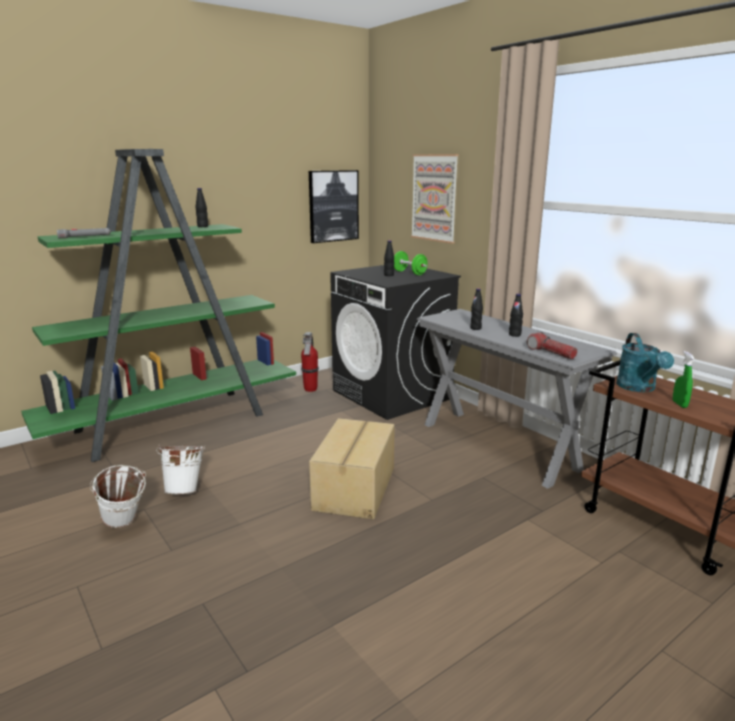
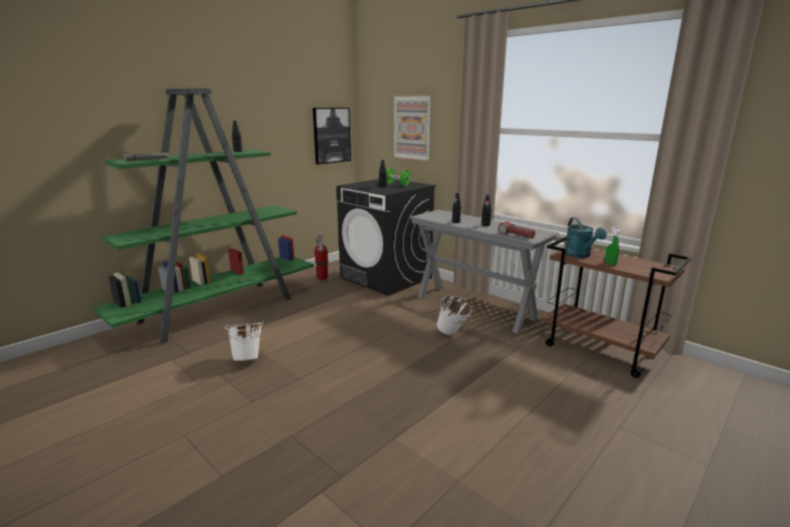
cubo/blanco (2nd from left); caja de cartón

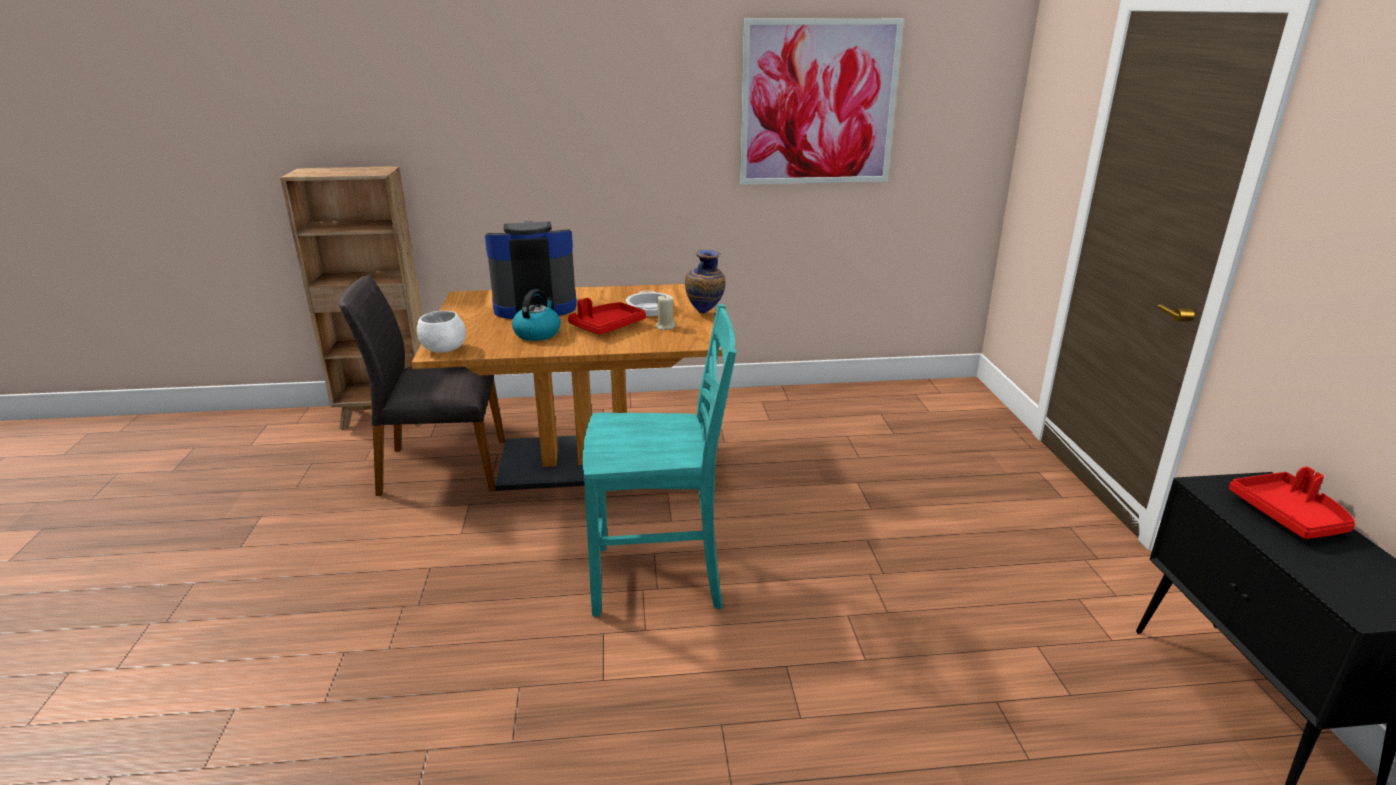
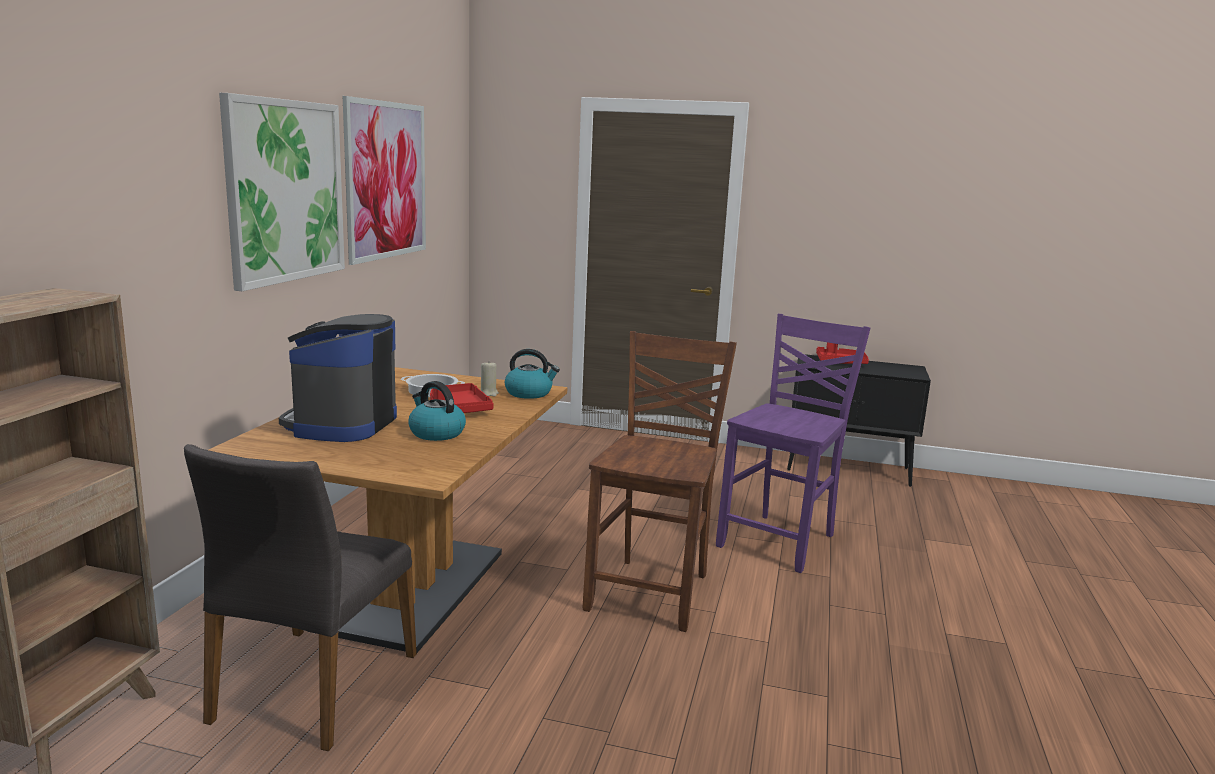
cuenco/blanco; silla/marrón; florero; cuadro (1st from left); hervidor (2nd from left); silla/morado

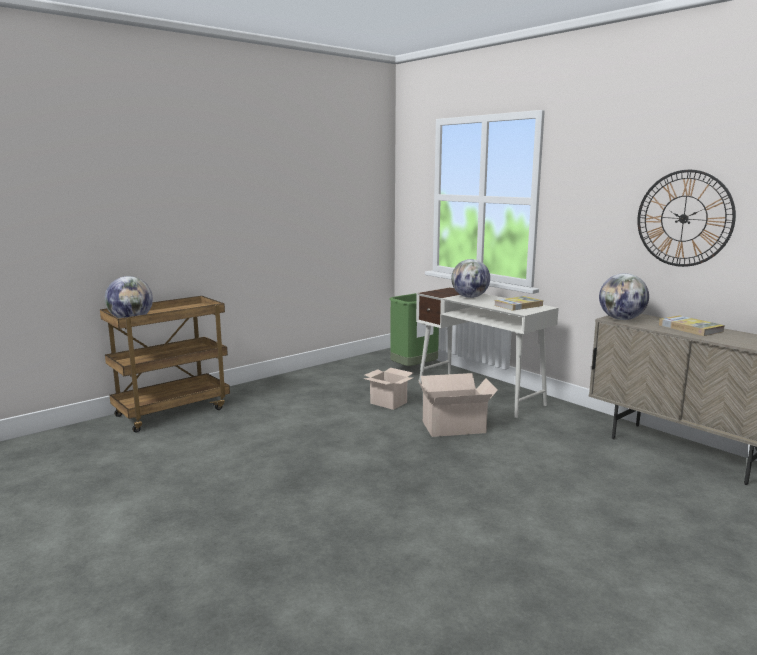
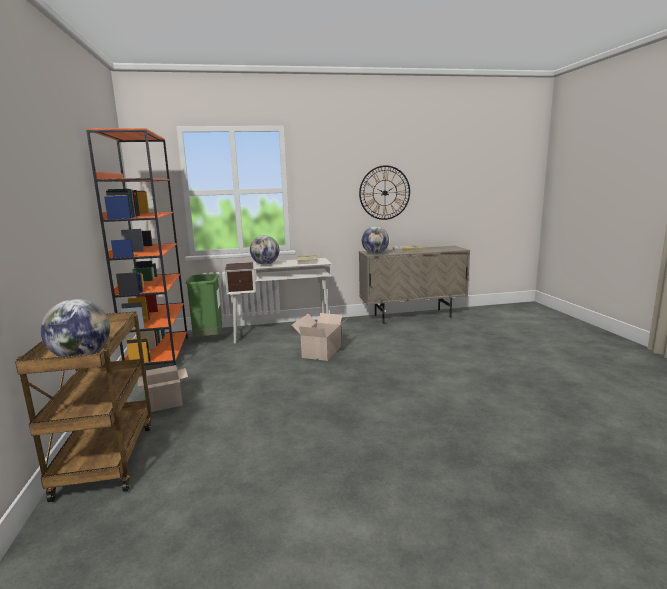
caja de cartón (1st from left); estantería/naranja

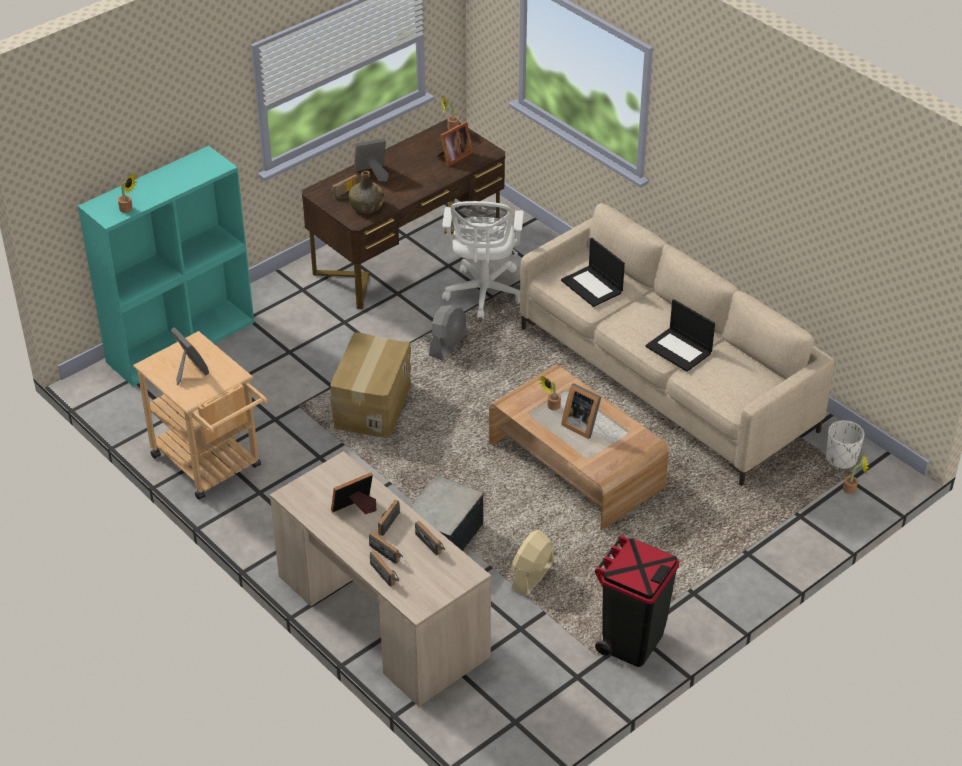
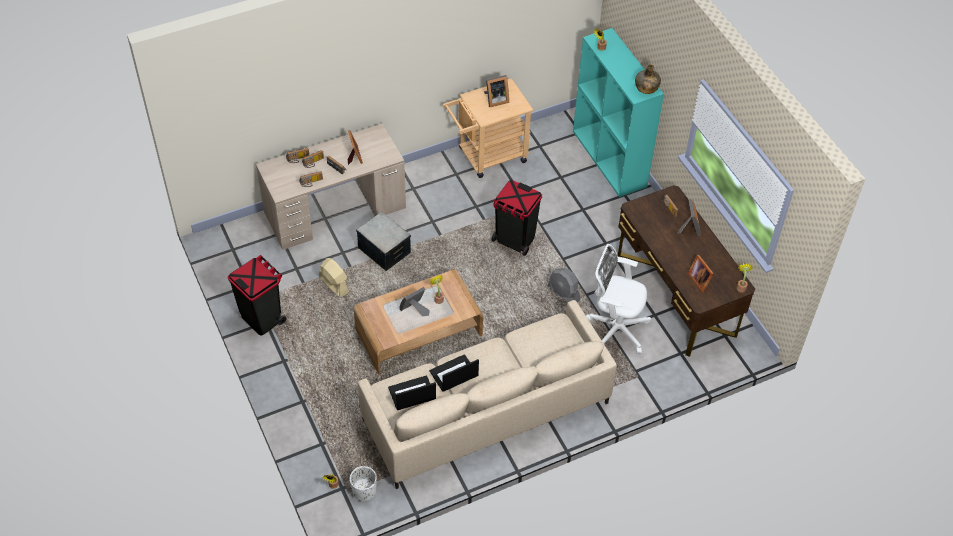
papelera/negro (2nd from left); botella/verde; portátil (1st from left)

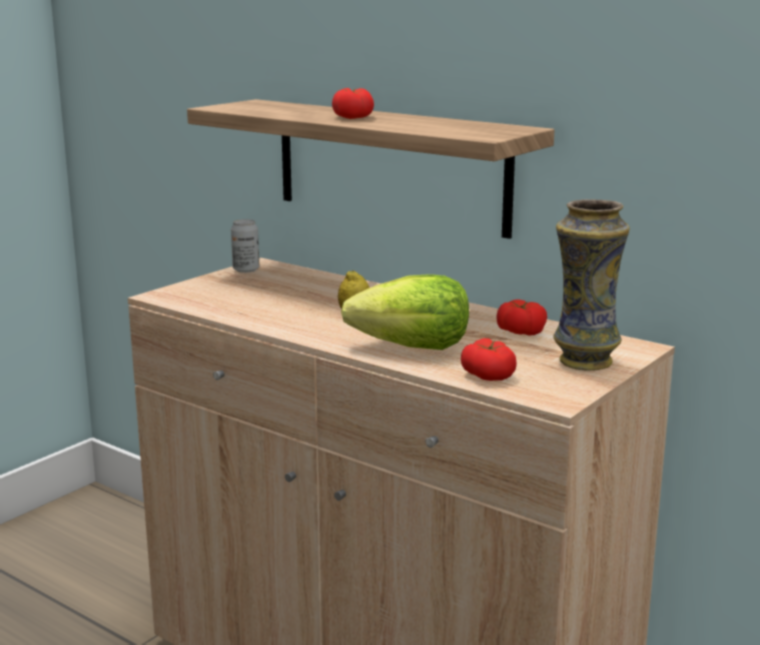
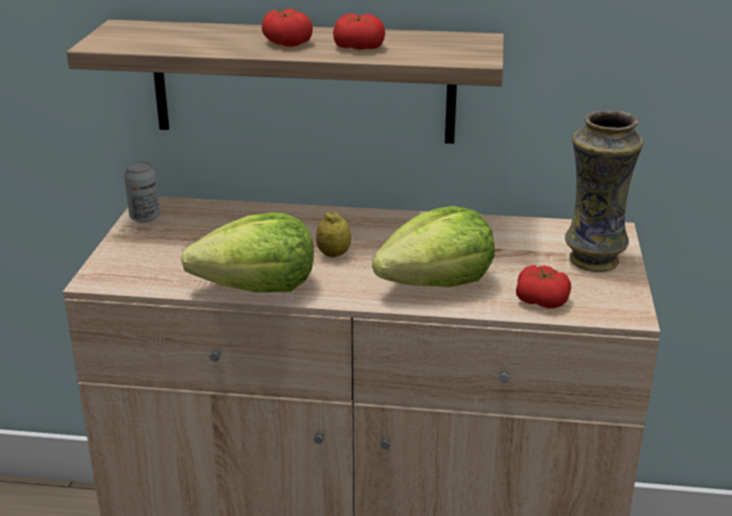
tomate (2nd from left); lechuga (1st from left)

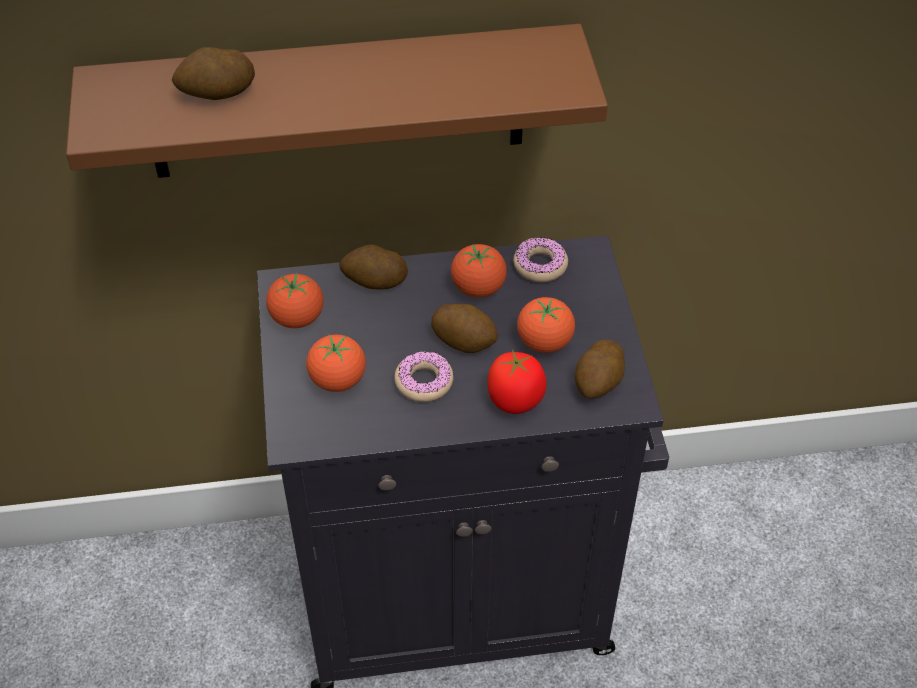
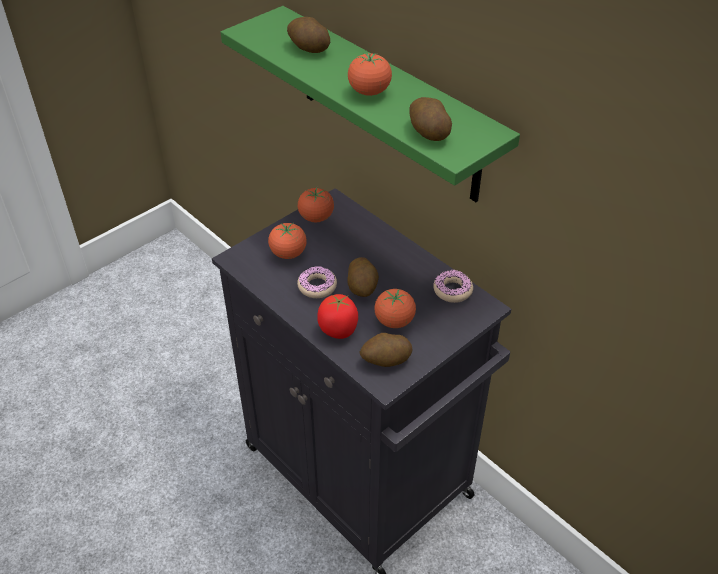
estante/verde; patata (4th from left); tomate (4th from left)

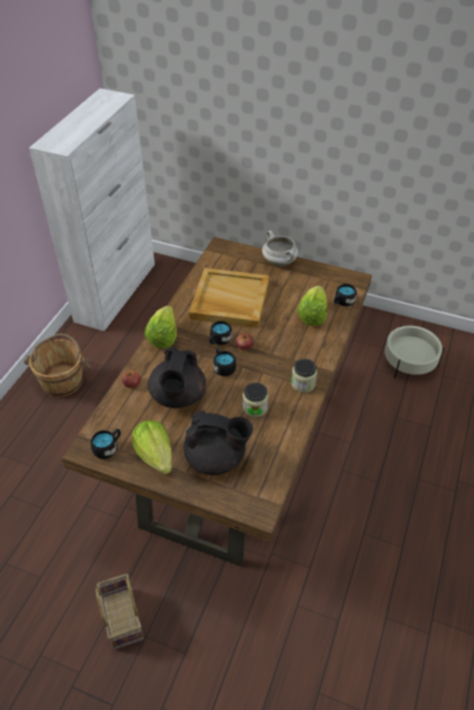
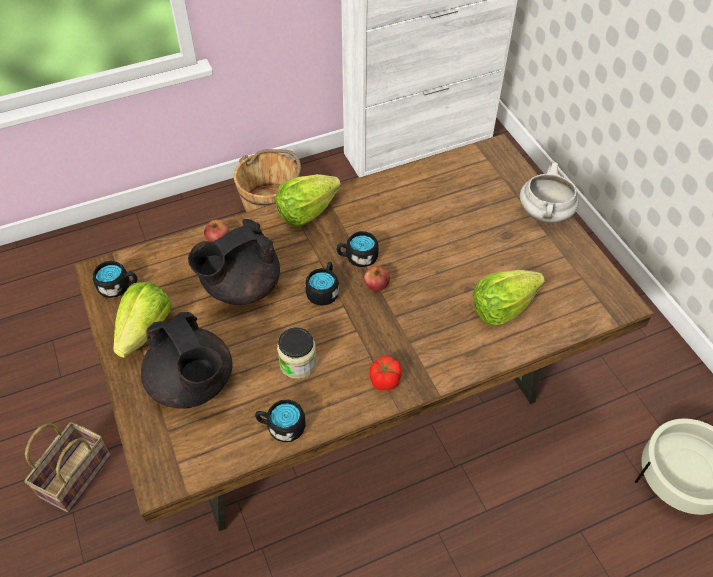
bandeja/beis; tomate; taza grande/negro (2nd from left)

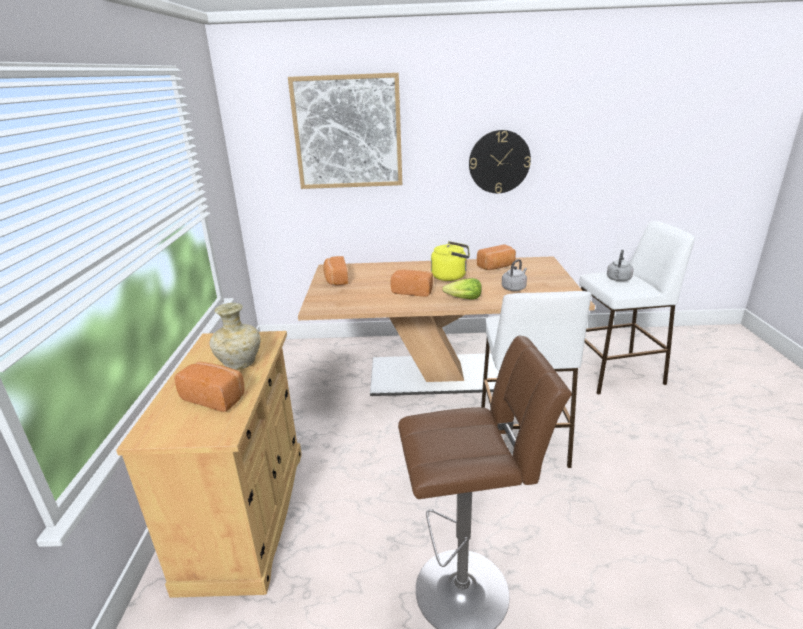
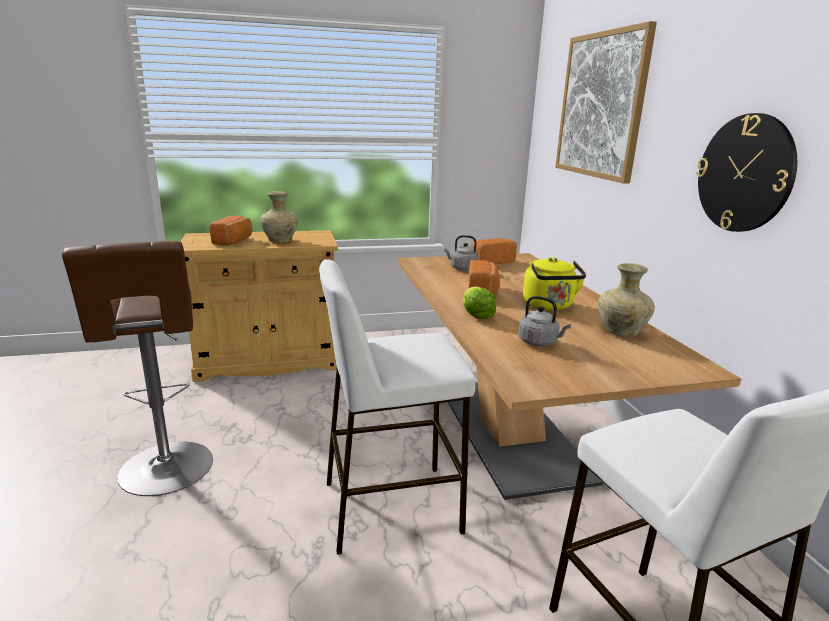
florero/beis (2nd from left); hervidor/gris (1st from left)

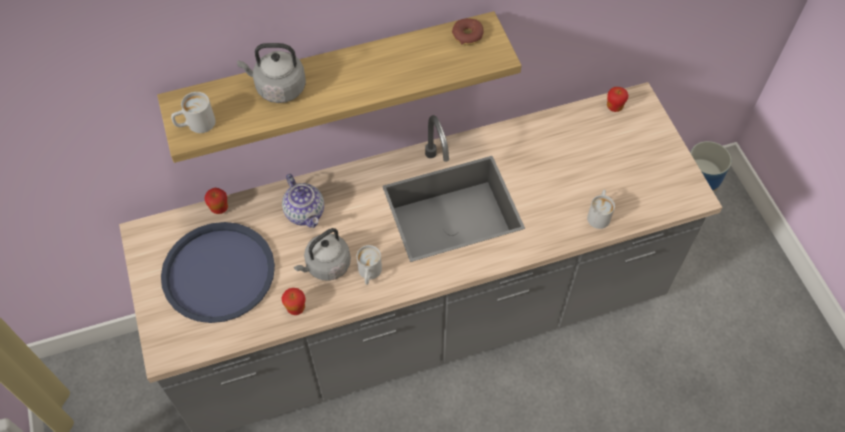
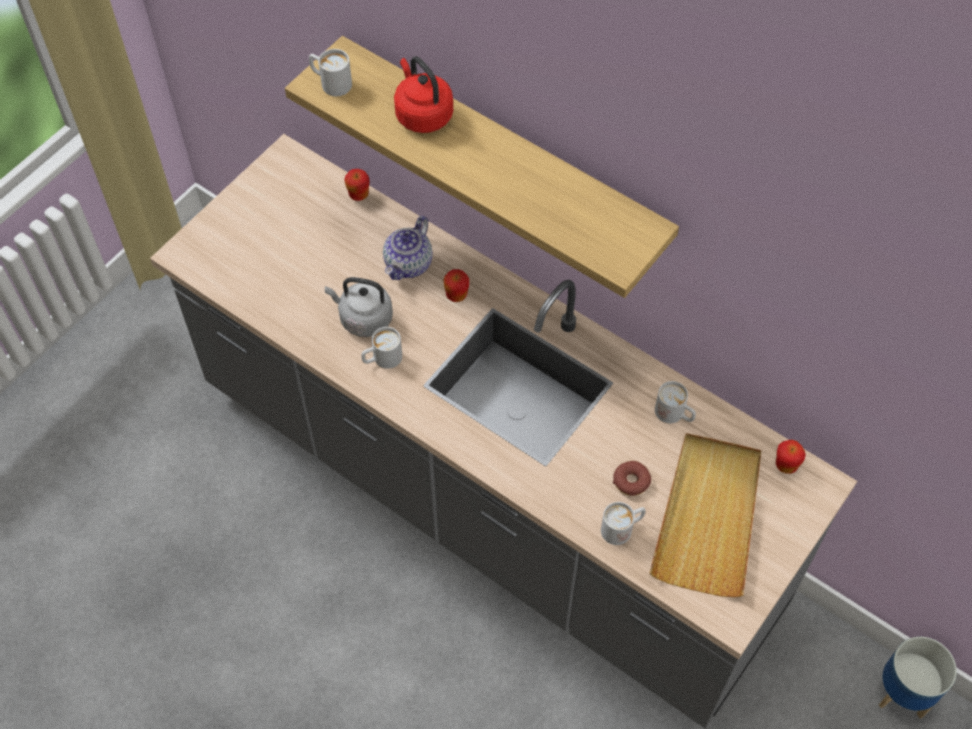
bandeja/azul; hervidor/rojo; manzana (2nd from left); rosquilla; bandeja/beis; taza grande/blanco (4th from left)

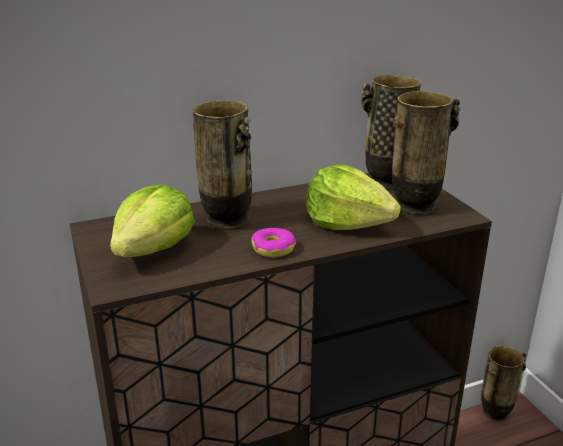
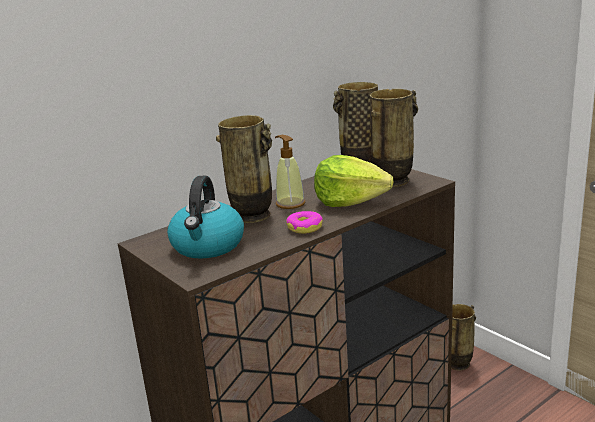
hervidor; dispensador de jabón

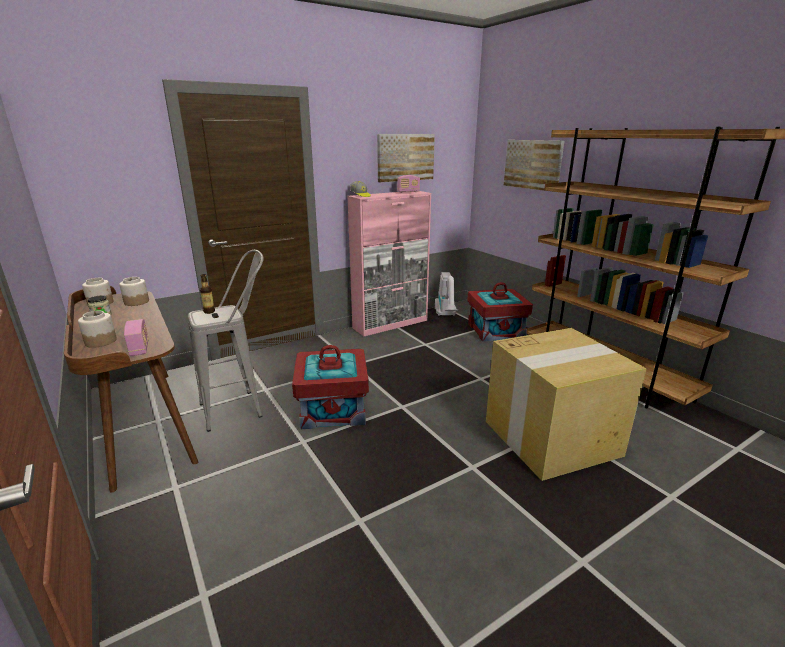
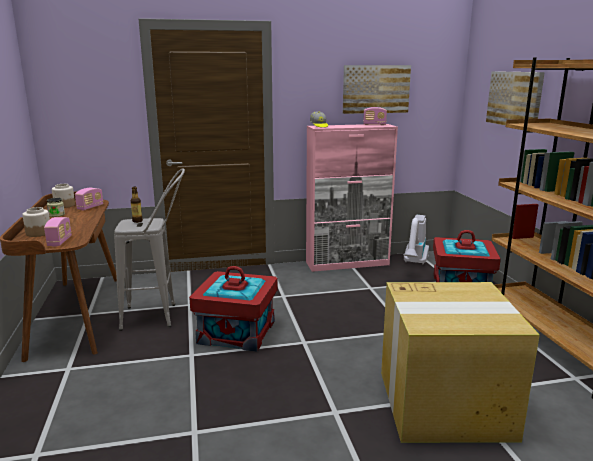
radio (2nd from left)

